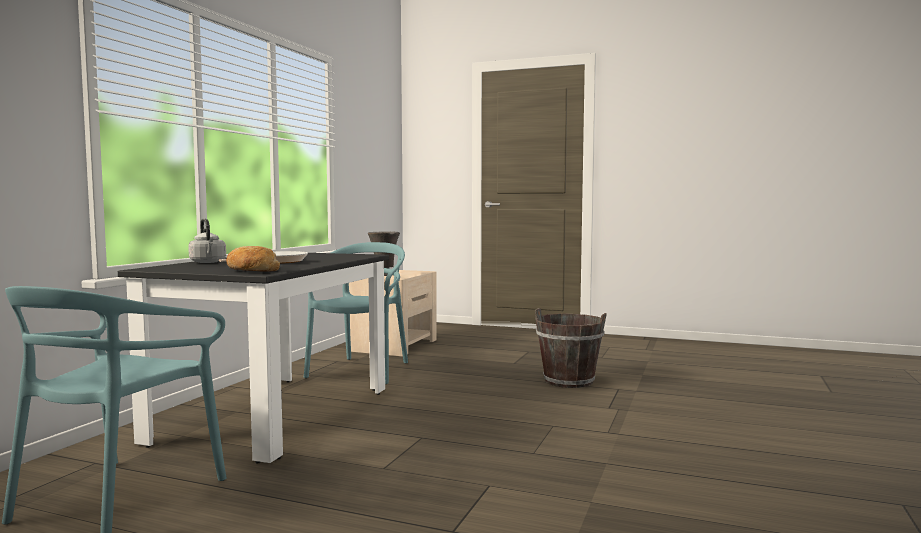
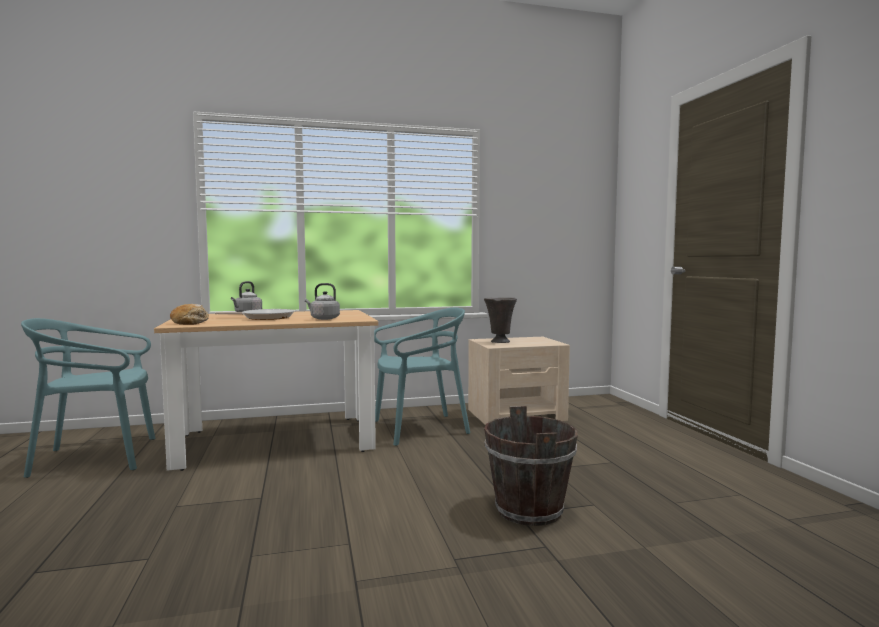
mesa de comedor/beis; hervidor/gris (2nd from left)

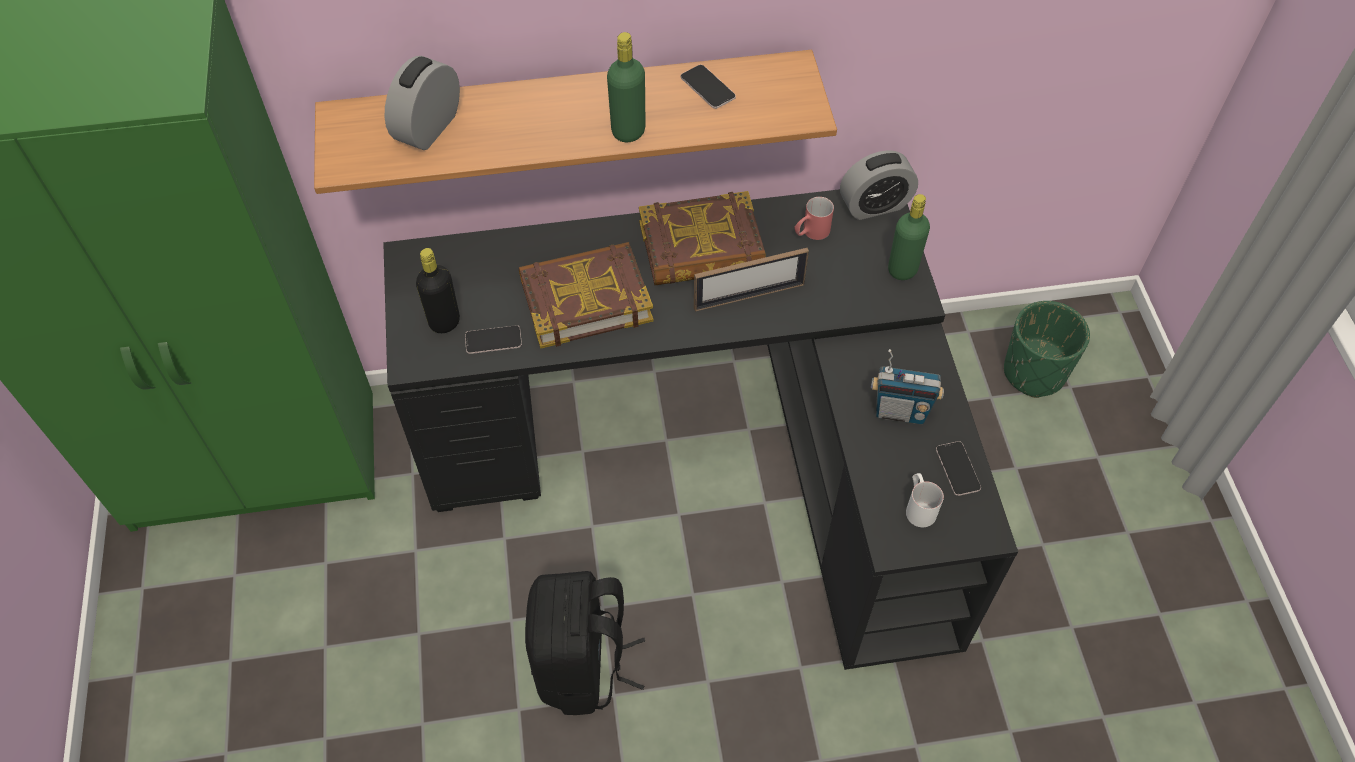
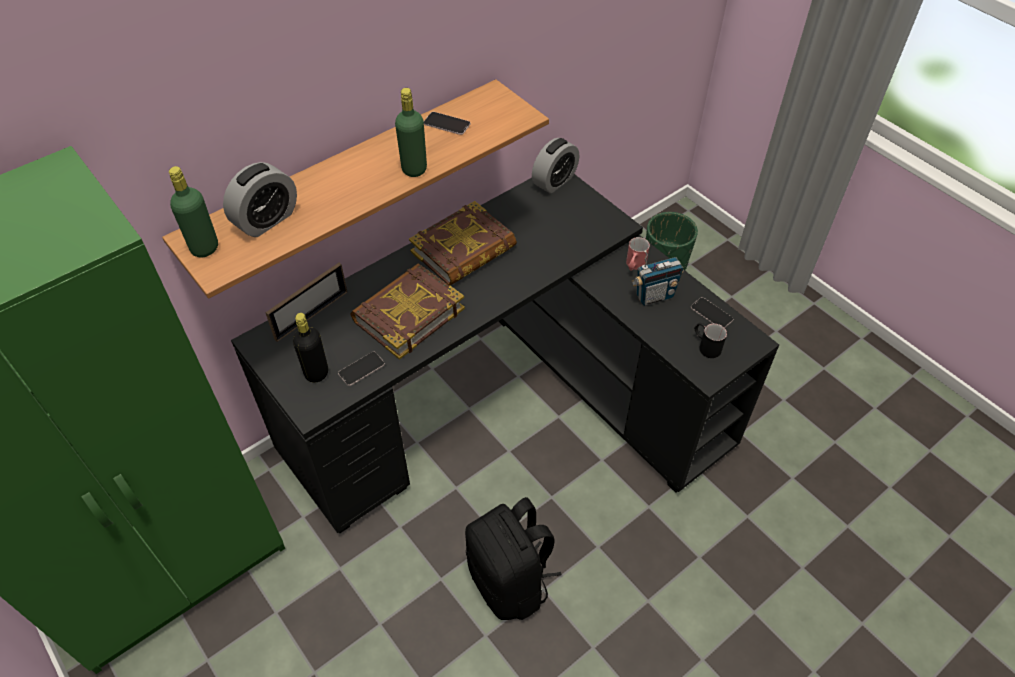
despertador (1st from left); portarretratos; taza grande/rojo; botella/verde (1st from left); taza grande/negro

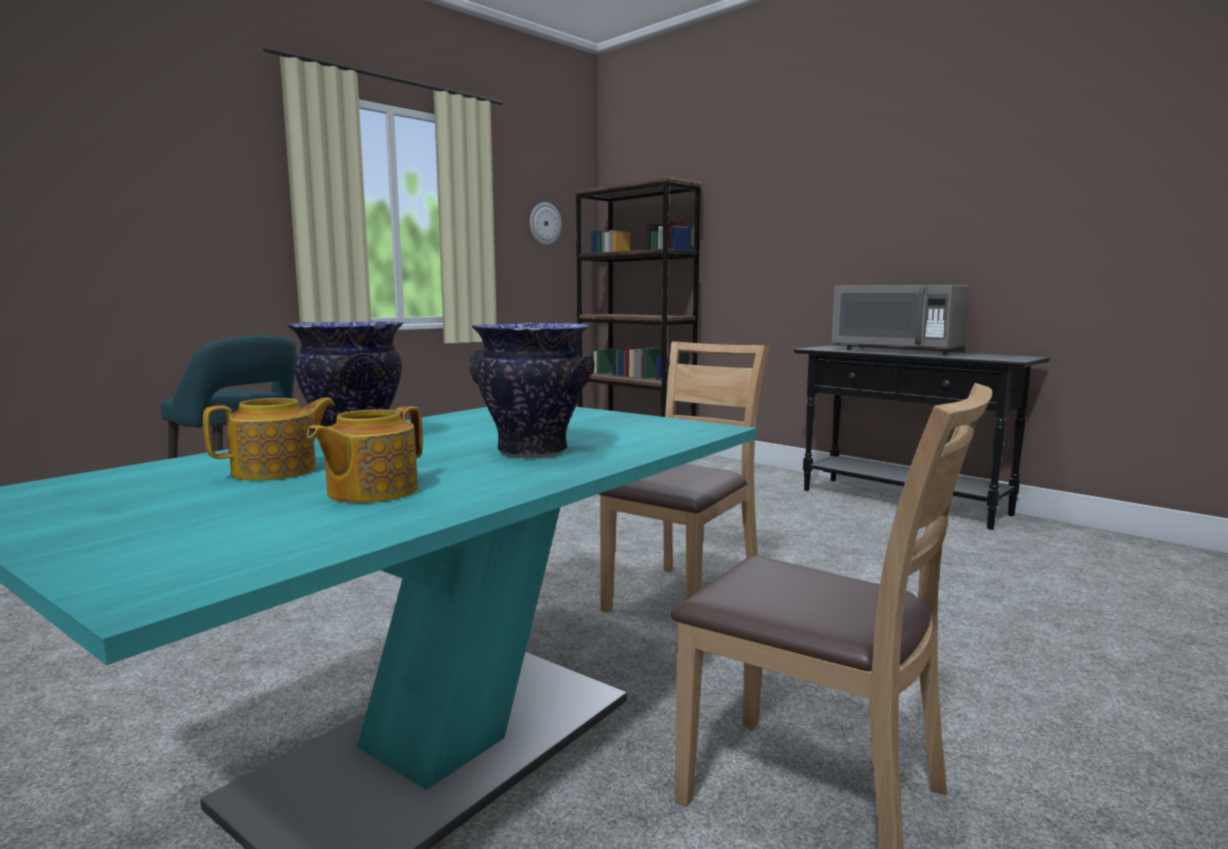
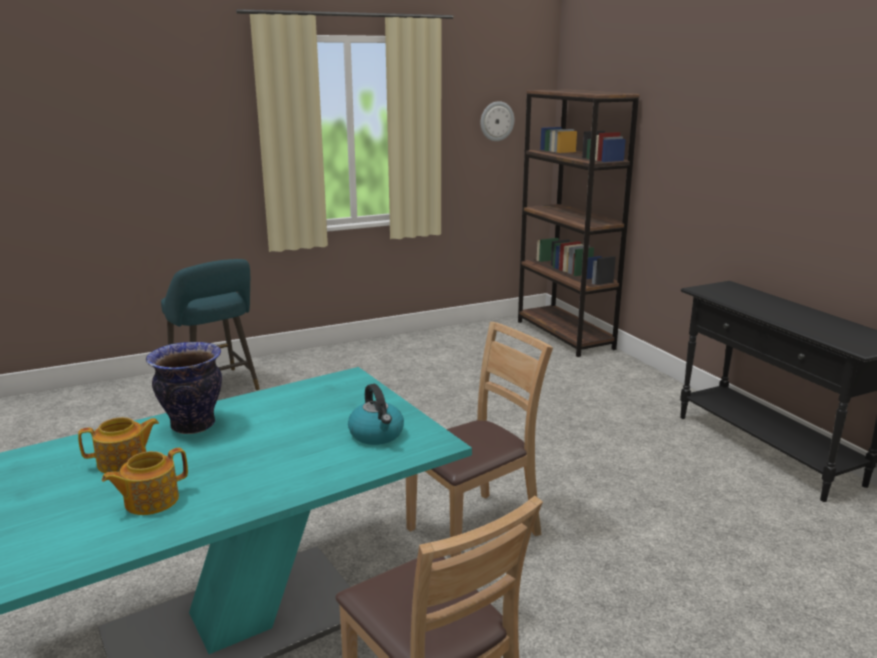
florero (2nd from left in the first image); microondas/gris; hervidor

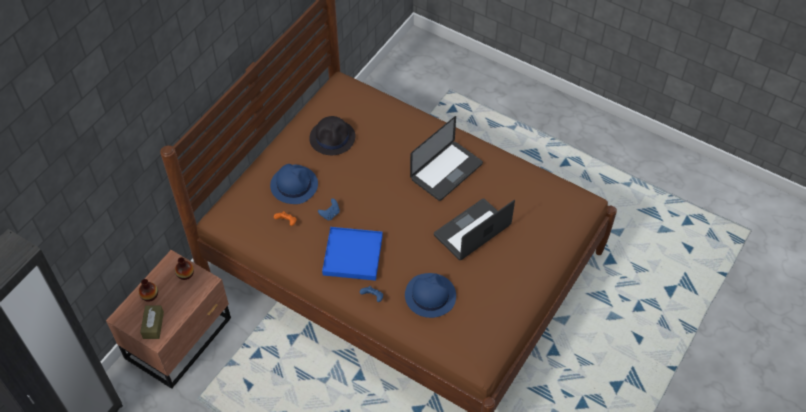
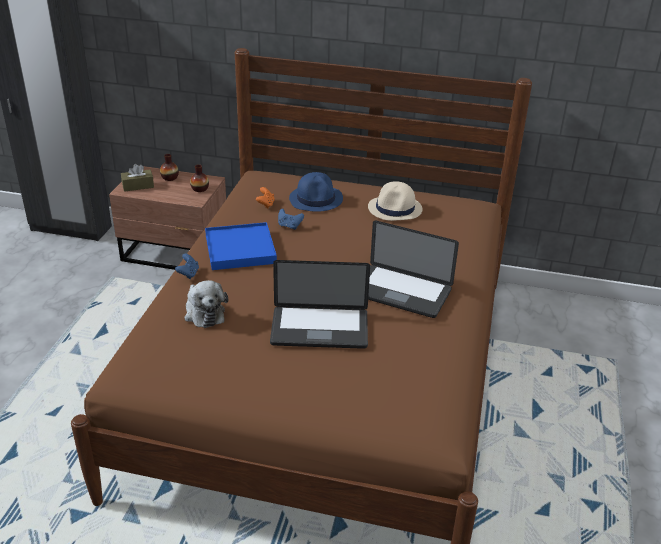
sombrero/beis; peluche; portátil (1st from left)

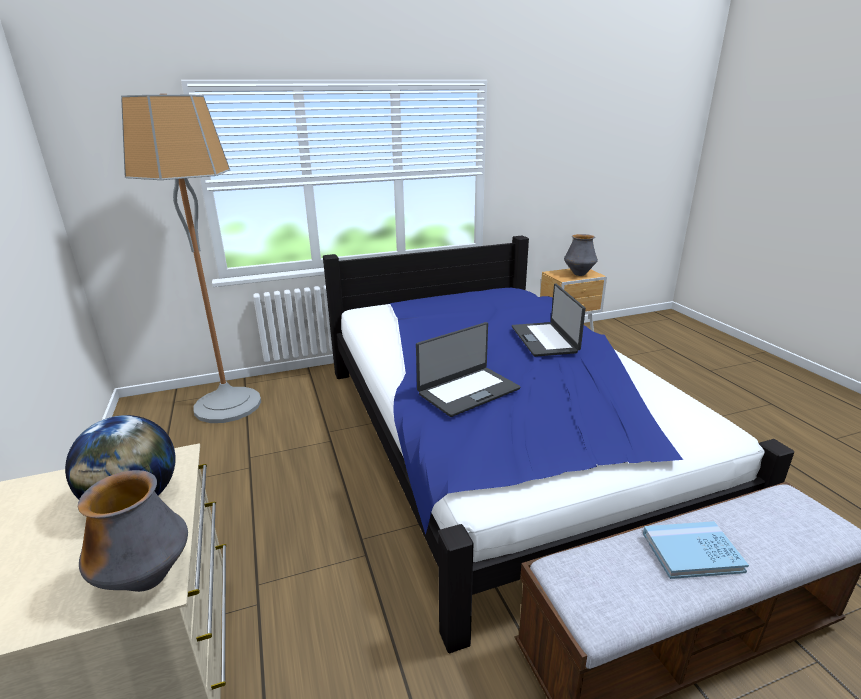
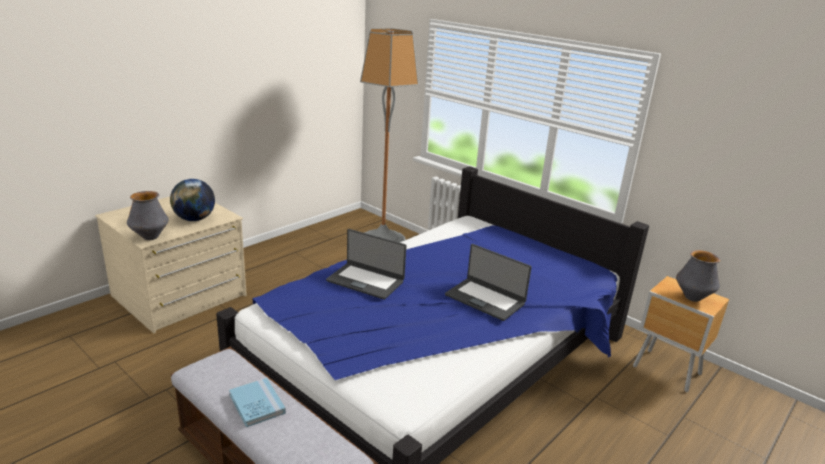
portátil (2nd from left)

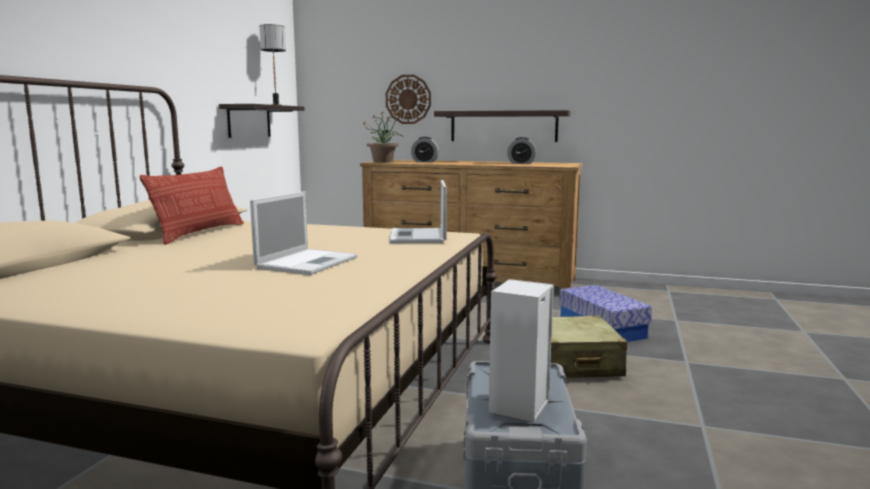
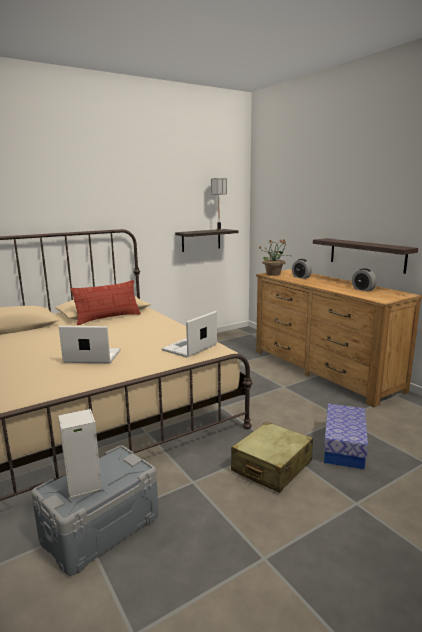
portátil (1st from left); reloj de pared

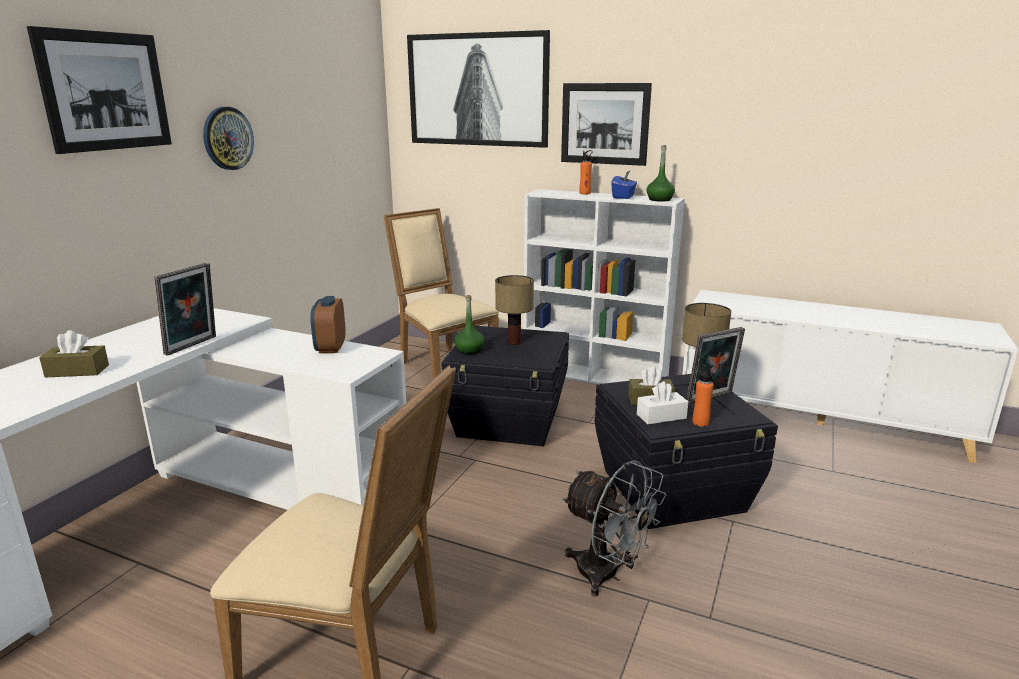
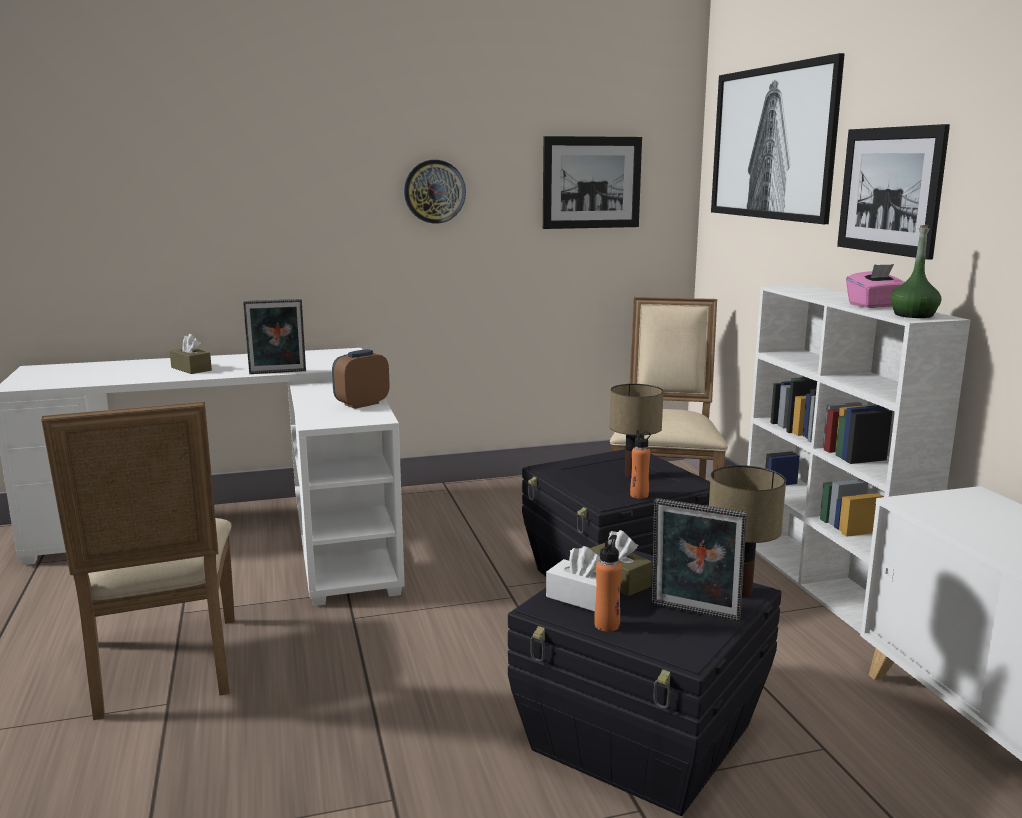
cuadro (1st from left); botella/verde (1st from left in the first image); ventilador/gris; botella/naranja (2nd from left); caja de pañuelos/rosa

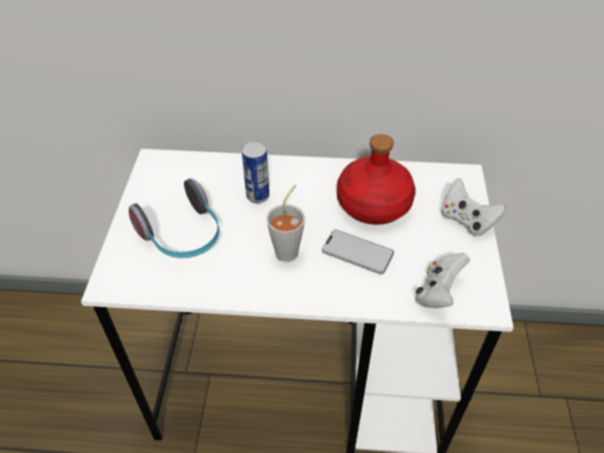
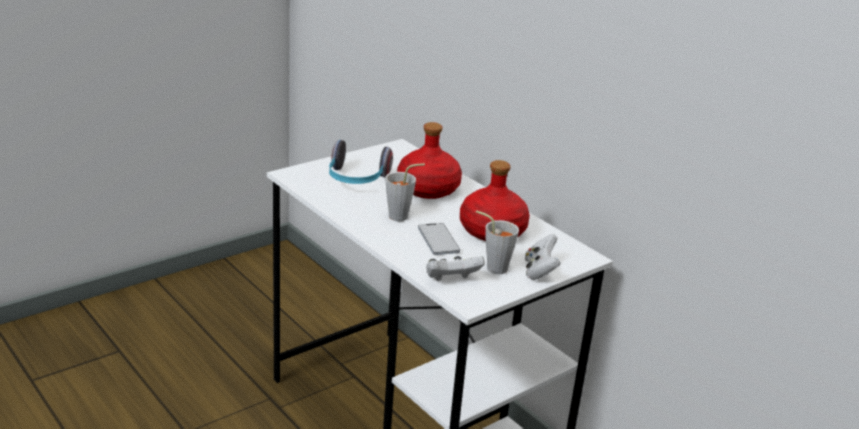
botella/rojo (1st from left); taza/gris (2nd from left)

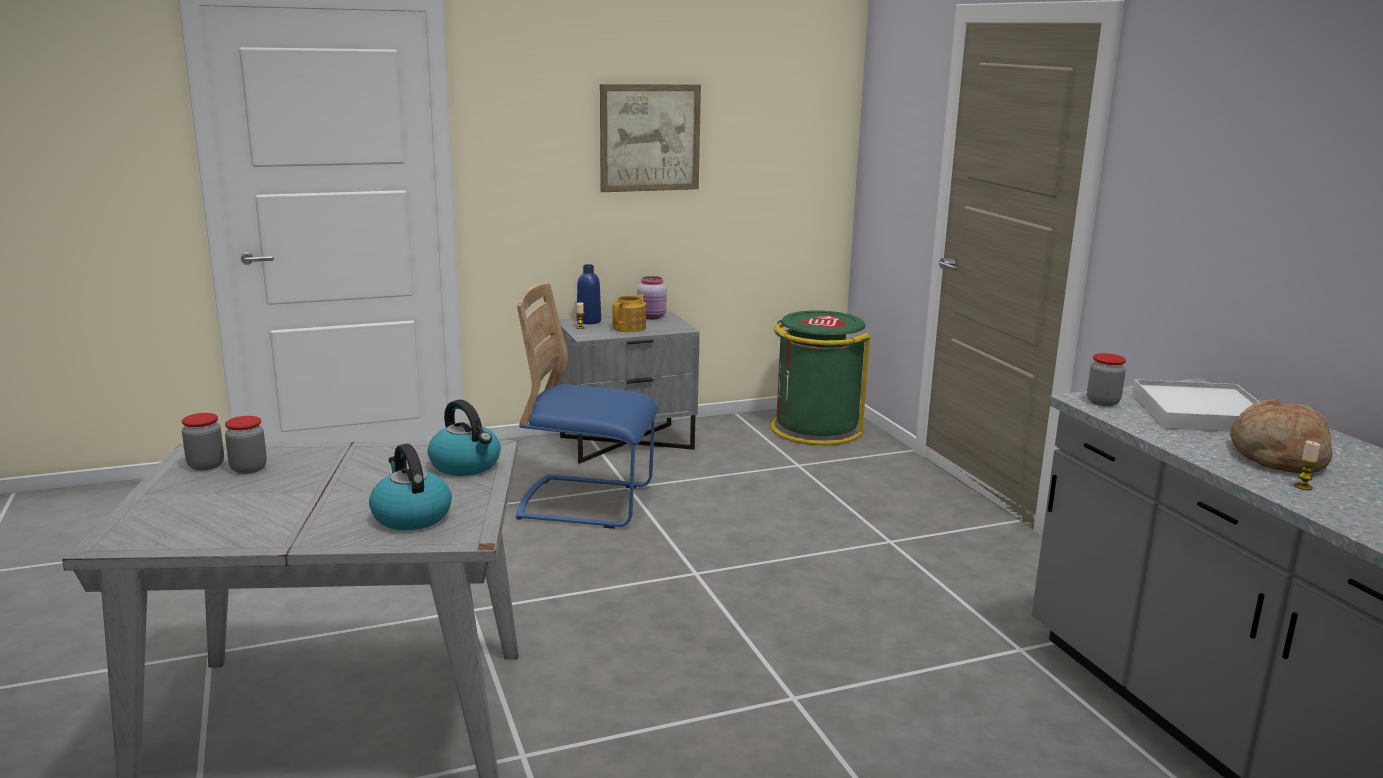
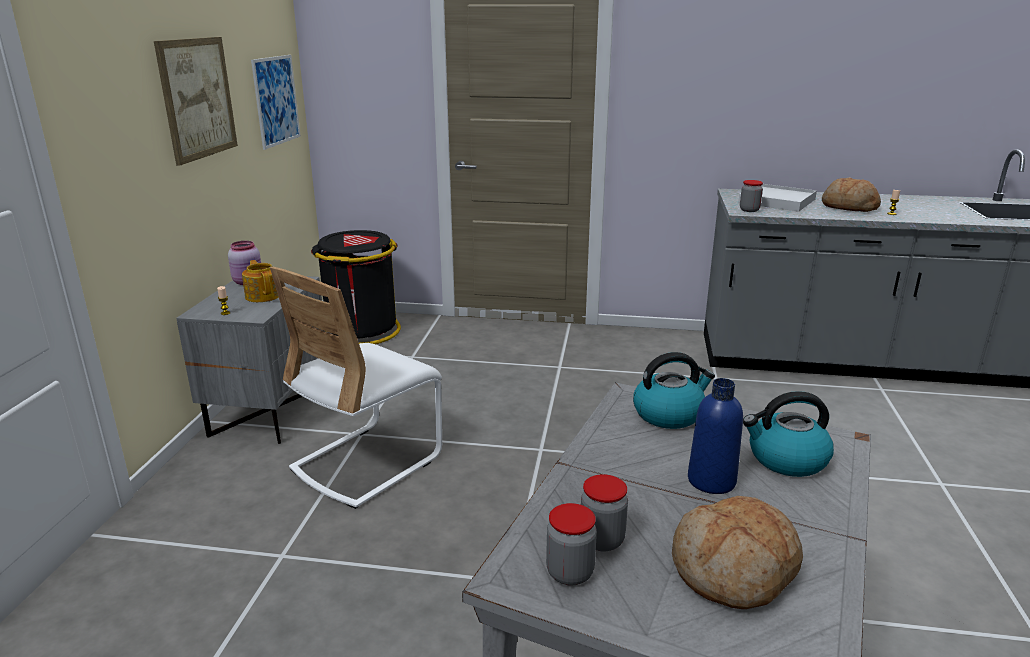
silla/blanco; botella/azul; papelera/negro; cuadro (2nd from left); pan (1st from left)

